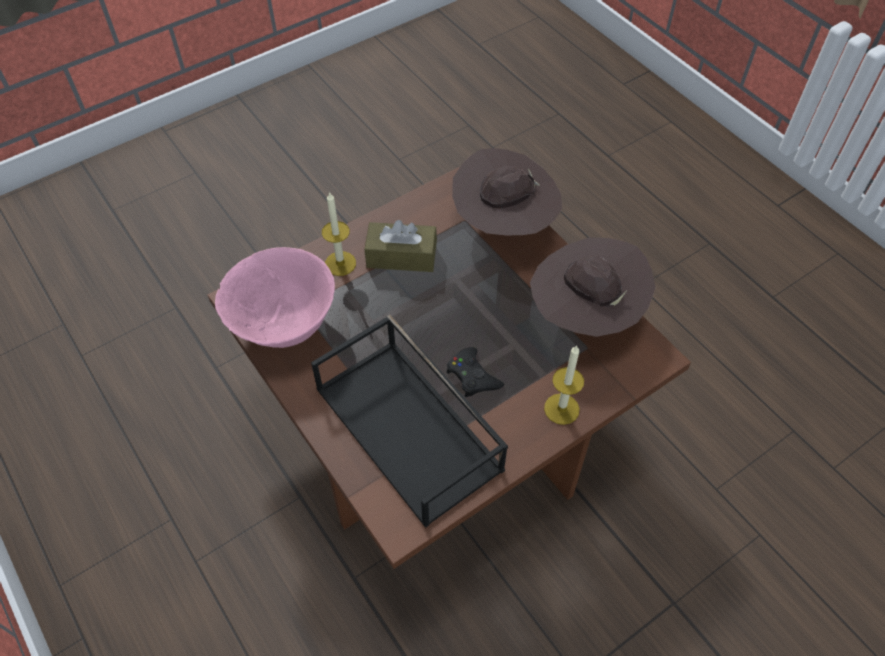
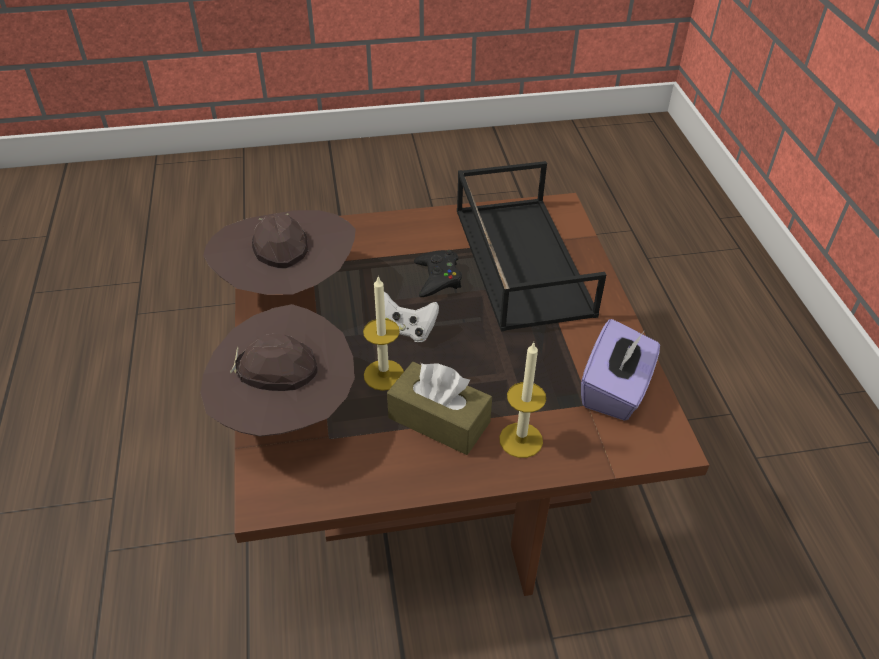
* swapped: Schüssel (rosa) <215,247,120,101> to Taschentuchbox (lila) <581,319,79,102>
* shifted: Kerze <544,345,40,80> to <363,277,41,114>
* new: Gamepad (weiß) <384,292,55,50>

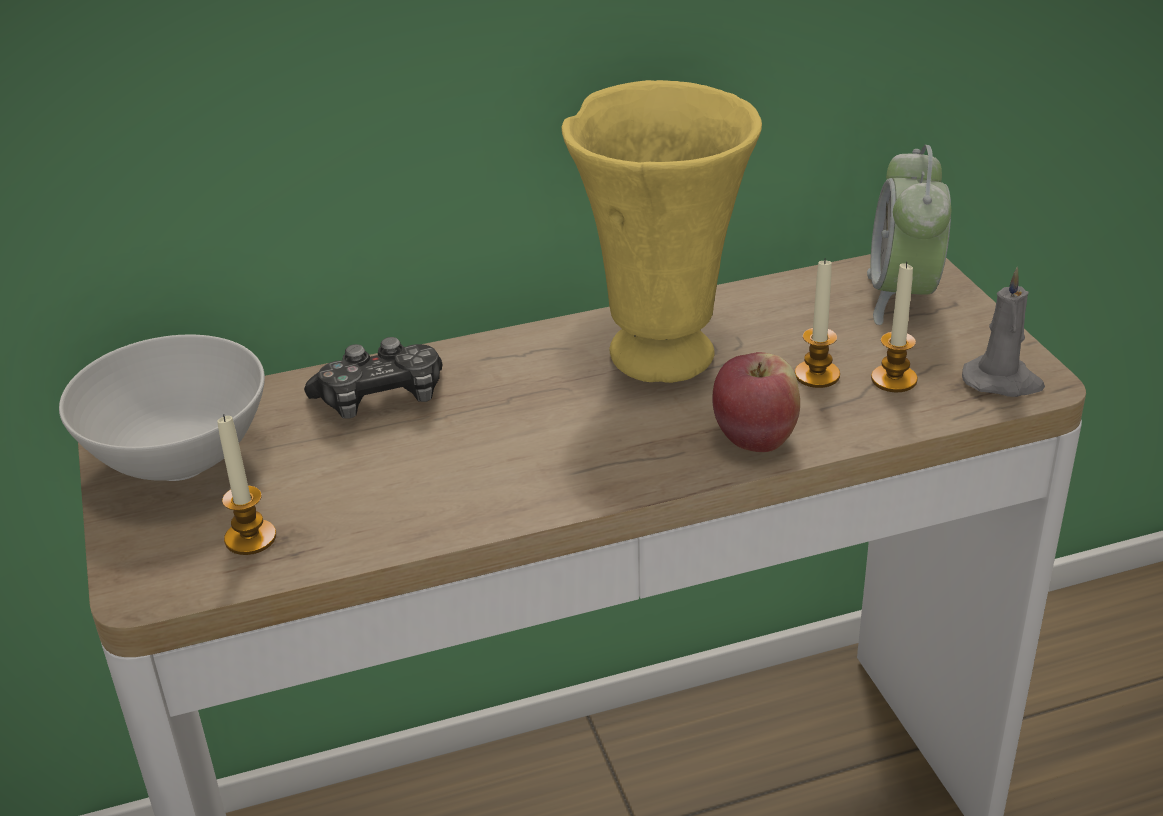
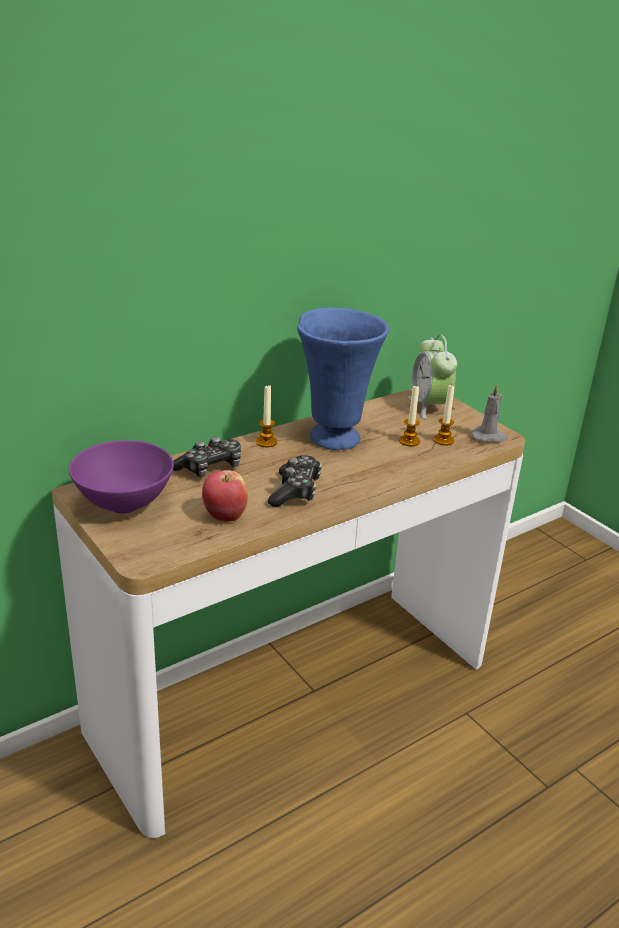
* repainted: Schüssel (weiß) <59,335,206,146> to Schüssel (lila) <69,440,105,74>
* shifted: Kerze <217,414,59,141> to <256,385,21,62>
* repainted: Vase (gelb) <562,80,200,303> to Vase (blau) <297,308,92,142>
* shifted: Apfel <712,352,88,100> to <202,470,46,52>
* new: Gamepad <268,455,54,52>

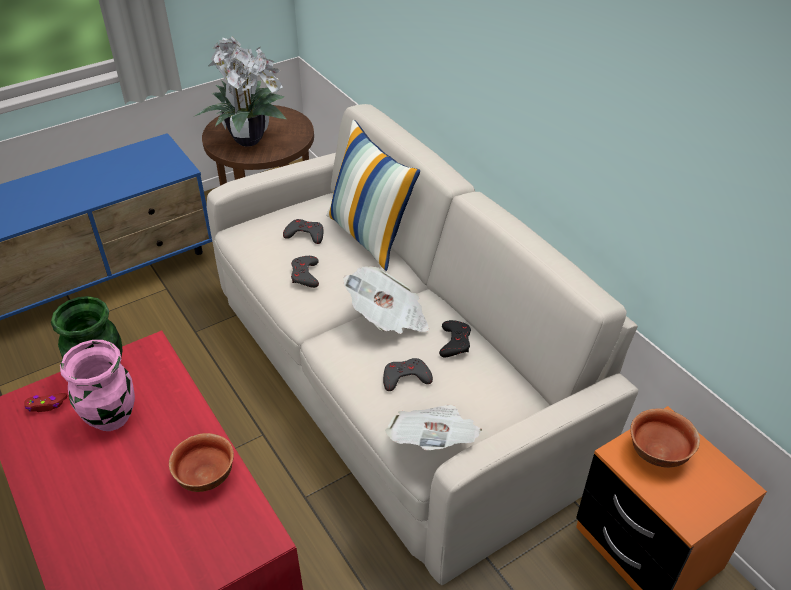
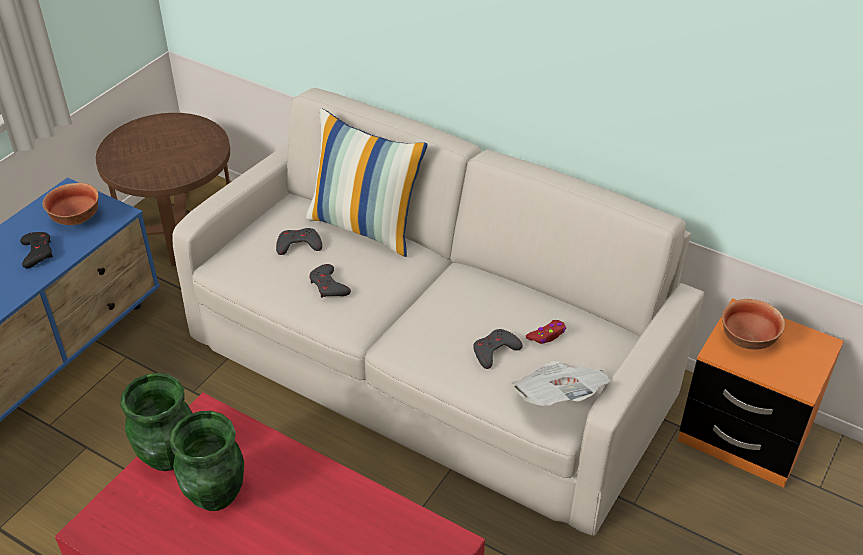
* shifted: Gamepad (rot) <24,393,43,19> to <526,320,40,24>
* repainted: Vase (rosa) <60,340,75,91> to Vase (grün) <169,411,75,100>
* shifted: Schüssel <169,433,65,59> to <42,183,57,42>
* gone: Topfpflanze <195,37,91,110>
* gone: Zeitung <343,266,86,68>
* shifted: Gamepad (schwarz) <439,320,32,37> to <20,232,33,36>

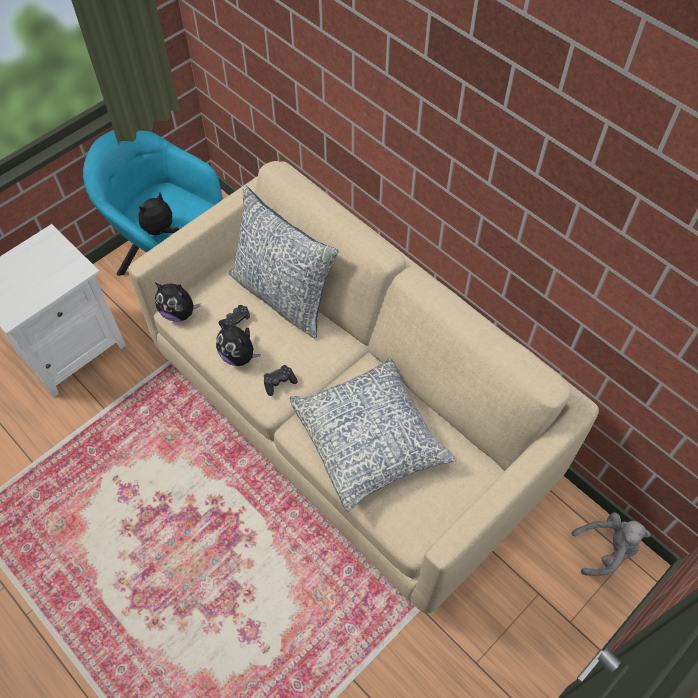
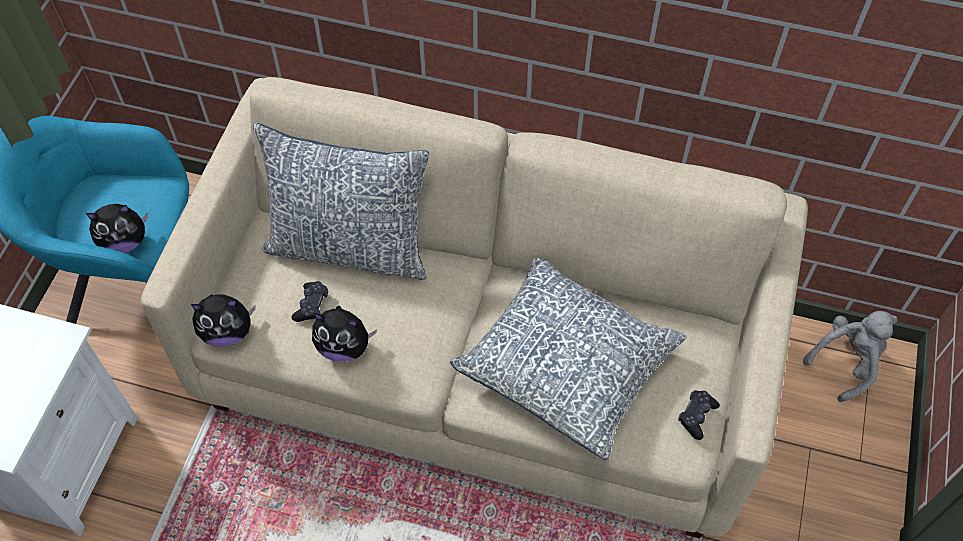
* rotated: Plüschtier <138,193,41,42> = <86,204,62,49> 120 degrees counterclockwise
* shifted: Gamepad (schwarz) <264,365,34,31> to <678,390,42,50>

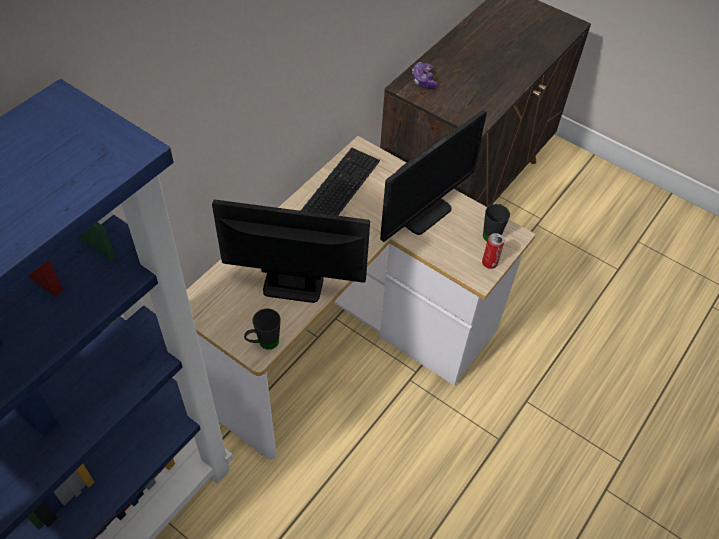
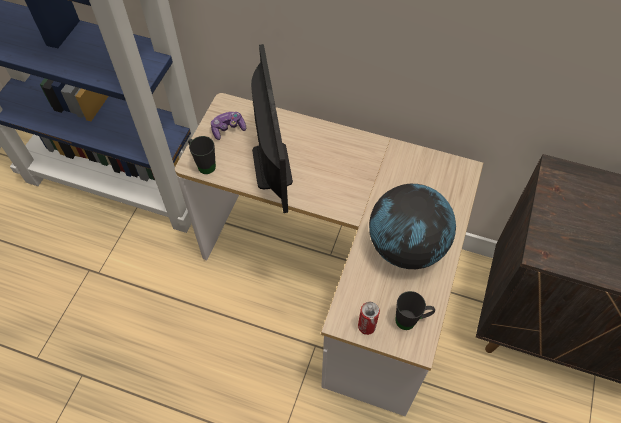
* gone: Tastatur <301,148,79,68>
* swapped: Monitor <380,110,107,132> to Globus <369,184,87,85>
* shifted: Gamepad <412,62,26,27> to <211,112,35,28>

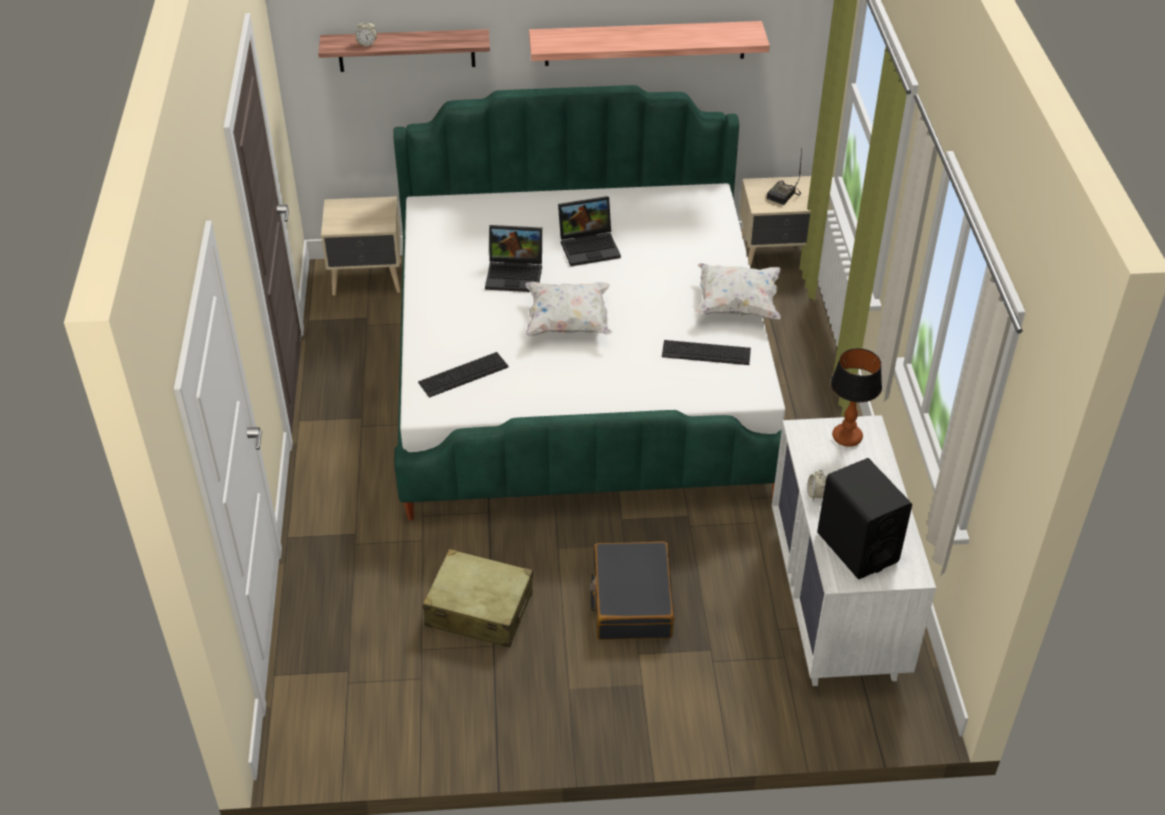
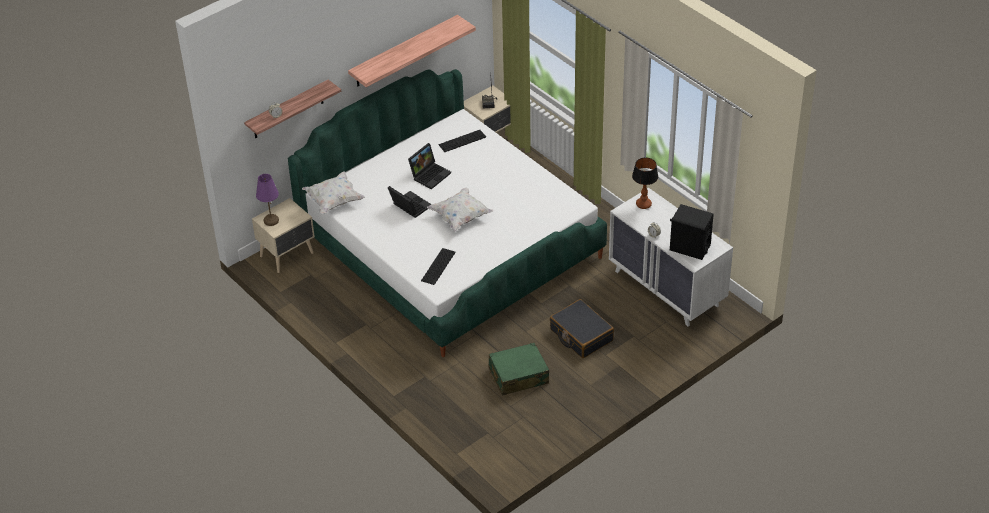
* repainted: Koffer (beige) <423,549,110,99> to Koffer (grün) <489,343,60,52>
* rotated: Laptop <485,225,57,67> = <388,186,44,32> 105 degrees counterclockwise
* shifted: Tastatur <662,340,89,25> to <439,130,47,22>
* shifted: Kissen (weiß) <694,263,87,57> to <302,171,63,43>
* new: Tischlampe (lila) <256,174,23,52>

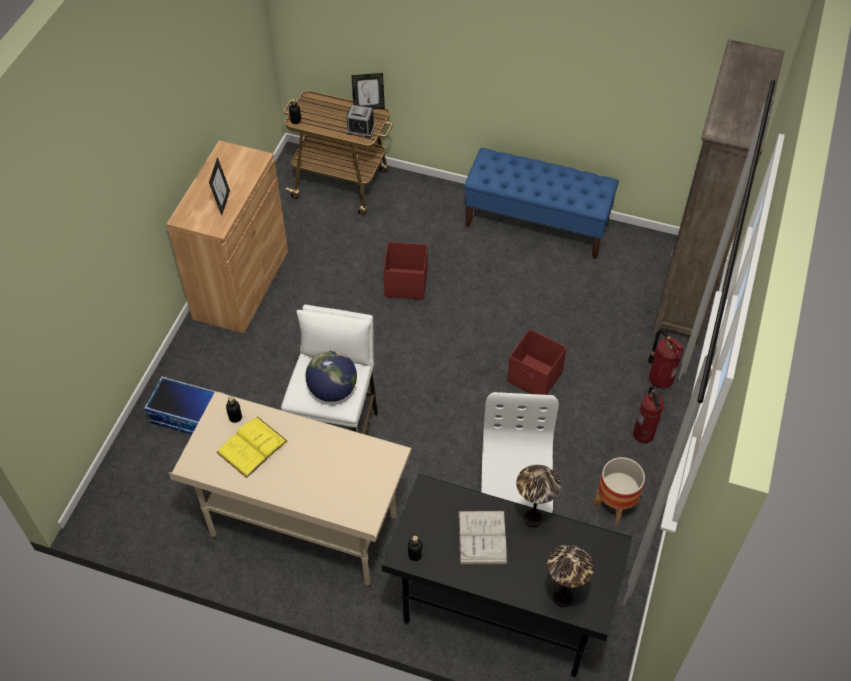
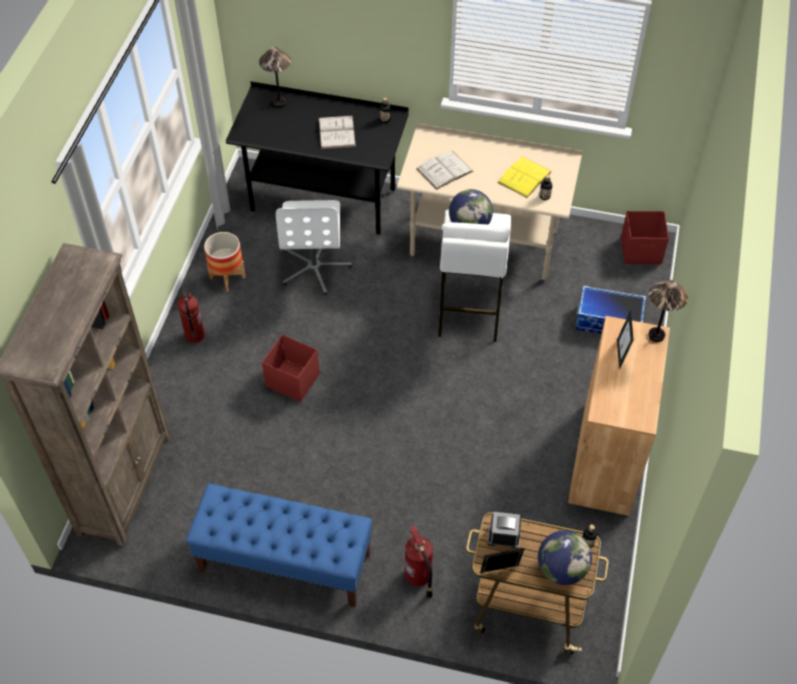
* shifted: Aufbewahrungsbox (rot) <383,242,45,58> to <621,211,48,53>
* shifted: Tischlampe <516,465,45,63> to <648,280,40,62>
* shifted: Feuerlöscher <648,329,35,59> to <405,525,28,73>
* new: Buch (weiß) <416,151,57,39>
* new: Globus <538,530,54,55>

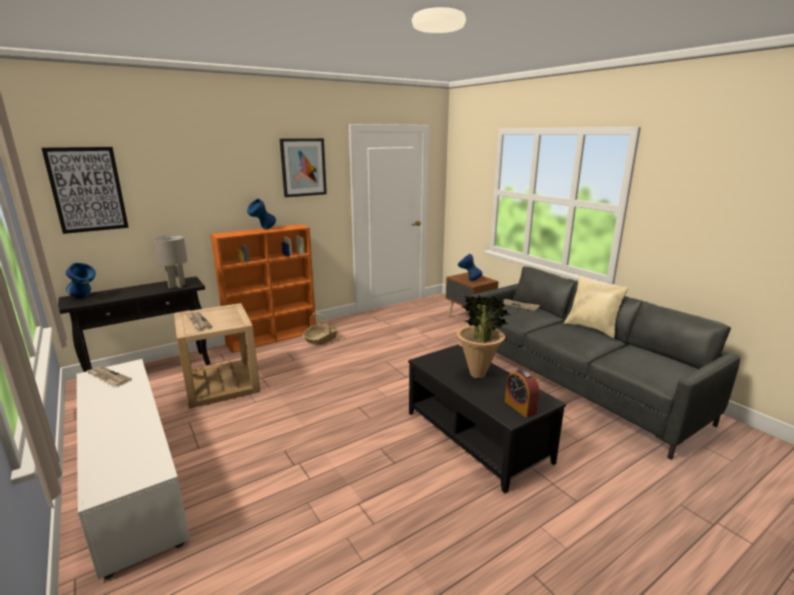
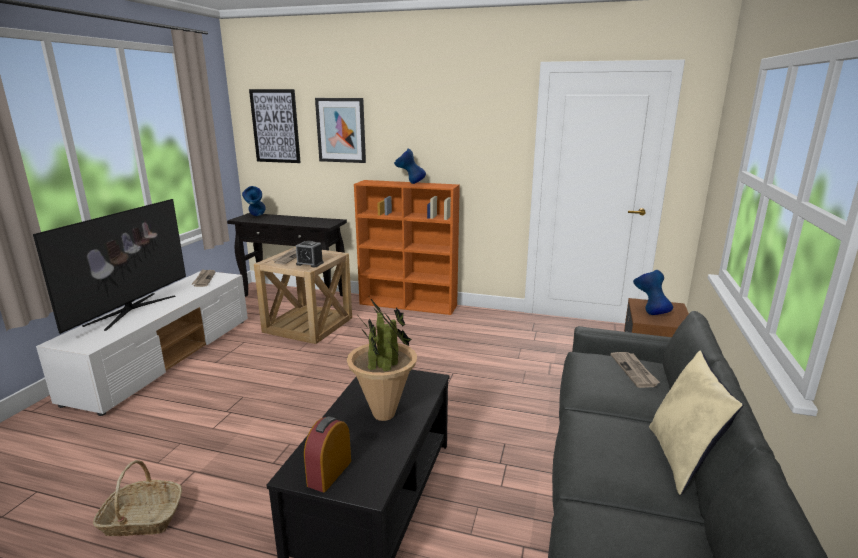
* gone: Tischlampe (grau) <154,235,34,53>
* shifted: Bild <280,138,47,59> to <315,98,51,65>
* shifted: Korb <302,313,36,33> to <93,460,89,76>
* new: Fernseher <33,199,153,135>
* new: Wecker <296,241,28,26>

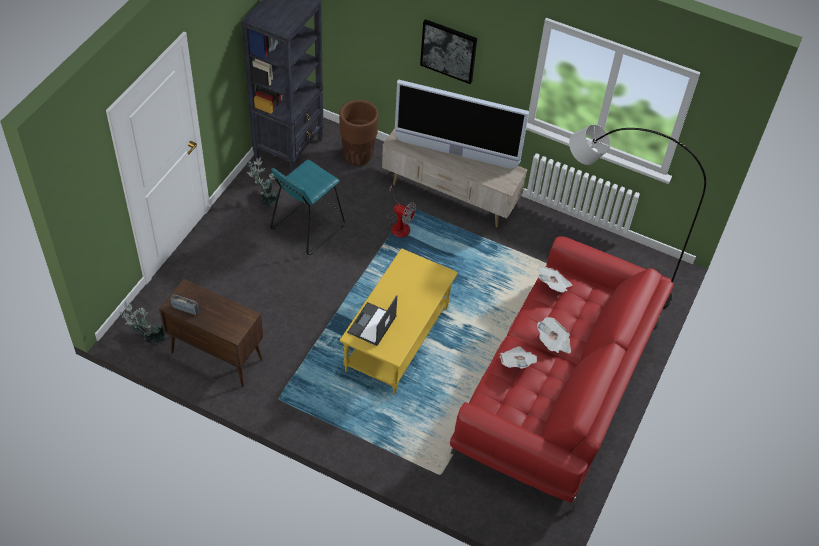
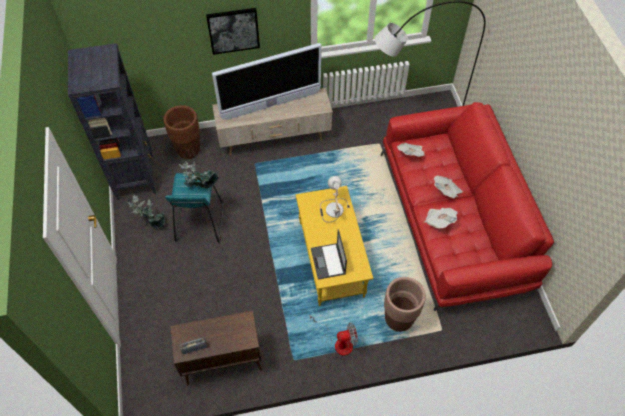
* shifted: Topfpflanze <119,302,46,42> to <179,161,40,28>
* shifted: Ventilator <387,185,29,52> to <310,316,48,40>
* new: Tischlampe <320,176,30,46>
* new: Pflanzkübel (braun) <384,277,42,55>

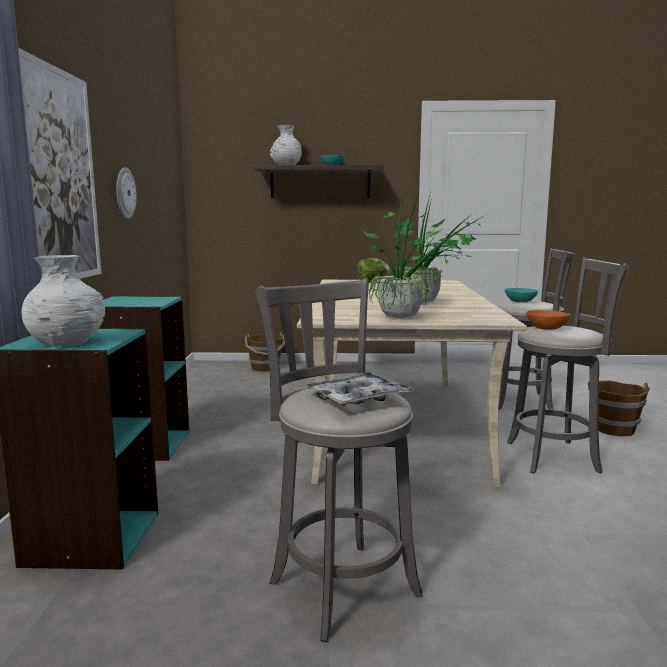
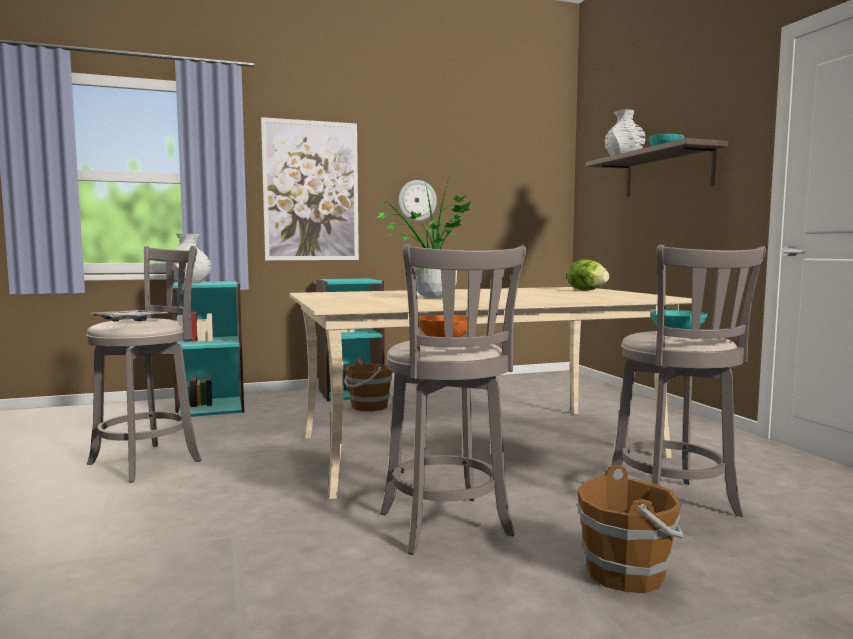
* shifted: Eimer (braun) <245,332,40,40> to <344,358,49,53>
* gone: Topfpflanze <362,188,127,130>

